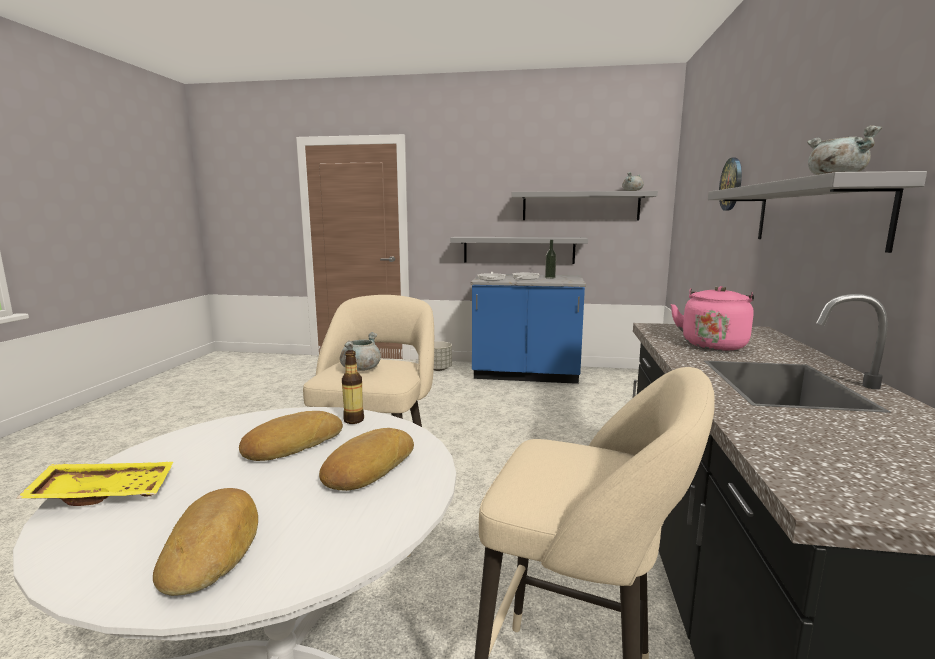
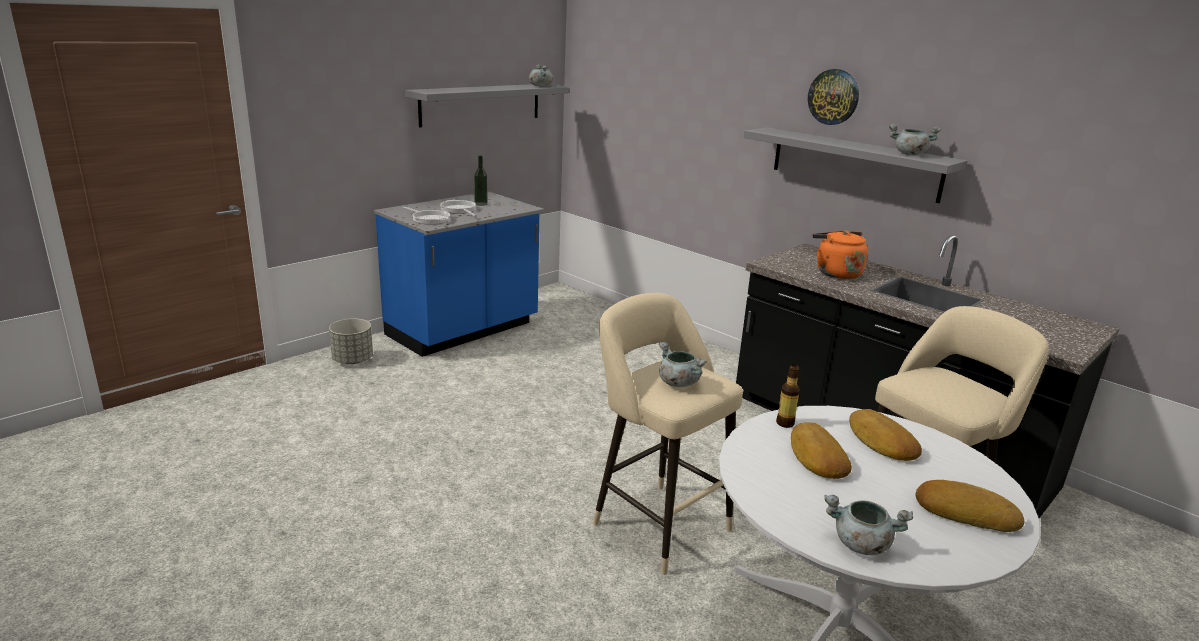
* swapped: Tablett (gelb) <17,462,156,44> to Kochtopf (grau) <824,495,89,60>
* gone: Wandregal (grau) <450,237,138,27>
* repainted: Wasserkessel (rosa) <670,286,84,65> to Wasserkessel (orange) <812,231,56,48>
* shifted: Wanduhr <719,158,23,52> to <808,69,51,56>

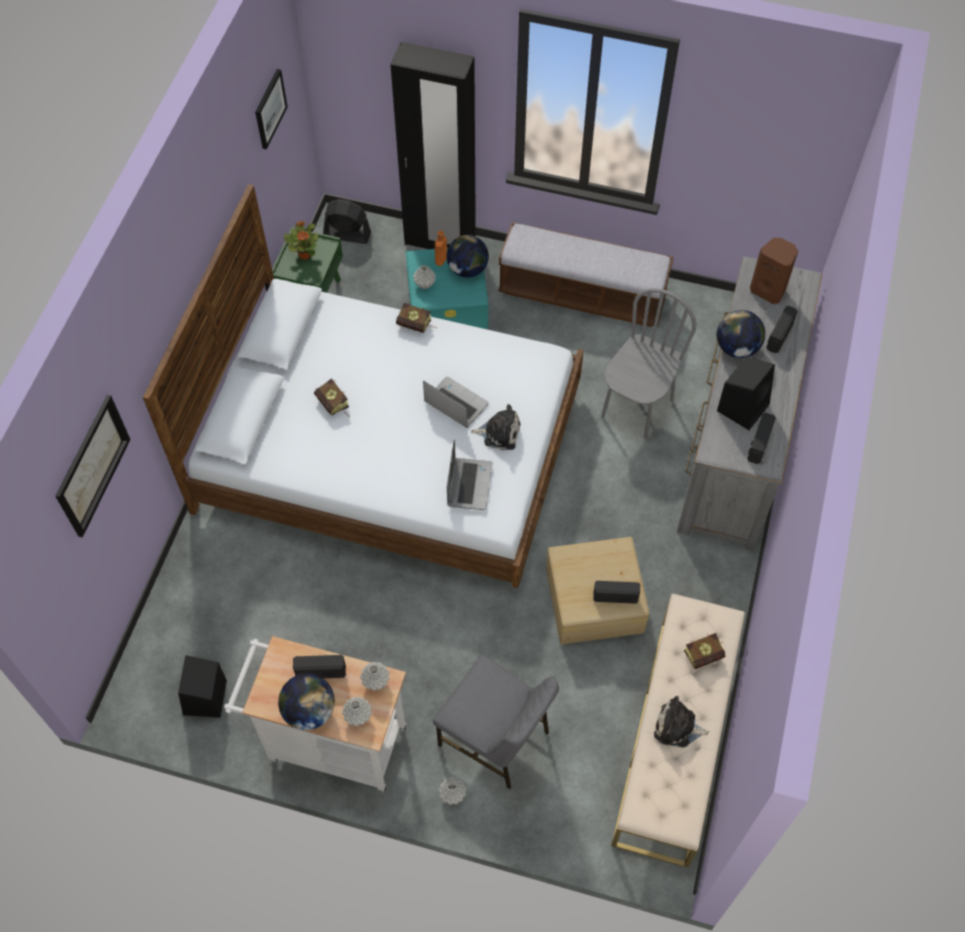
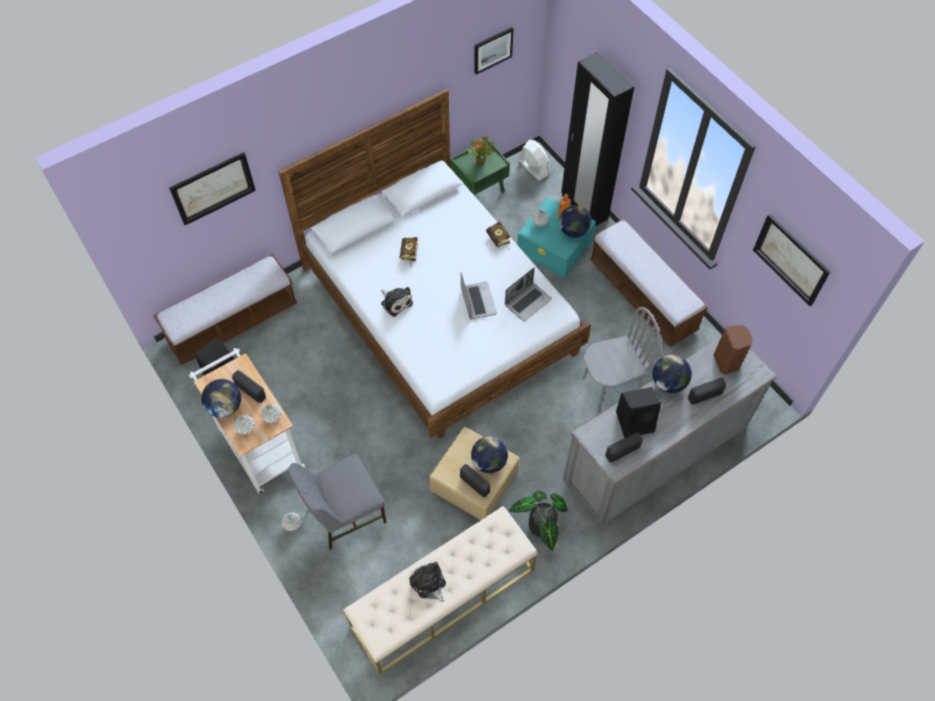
* repainted: Ventilator (schwarz) <323,199,48,45> to Ventilator (weiß) <518,140,31,40>
* rotated: Stuhl (grau) <433,655,126,134> = <288,453,99,97> 75 degrees clockwise
* shifted: Laptop <447,439,46,71> to <505,267,47,55>
* shifted: Plüschtier <471,404,50,46> to <381,287,32,30>
* gone: Buch <684,633,41,36>
* new: Bank <153,254,144,111>
* new: Globus <471,436,37,37>
* new: Topfpflanze <509,491,59,60>
* new: Bild <753,214,78,92>

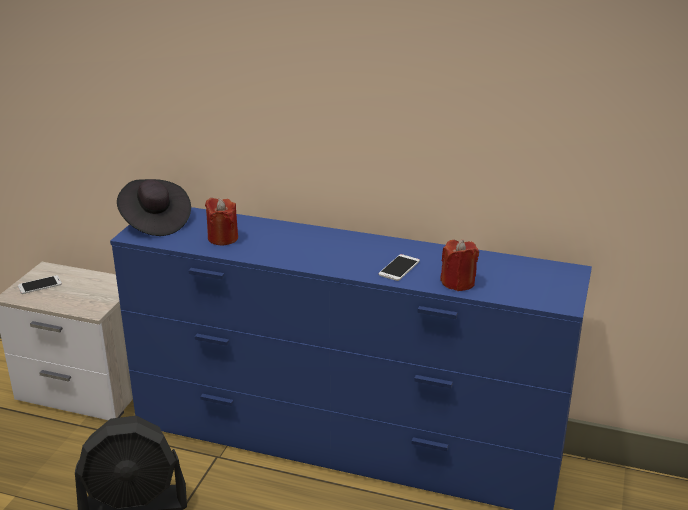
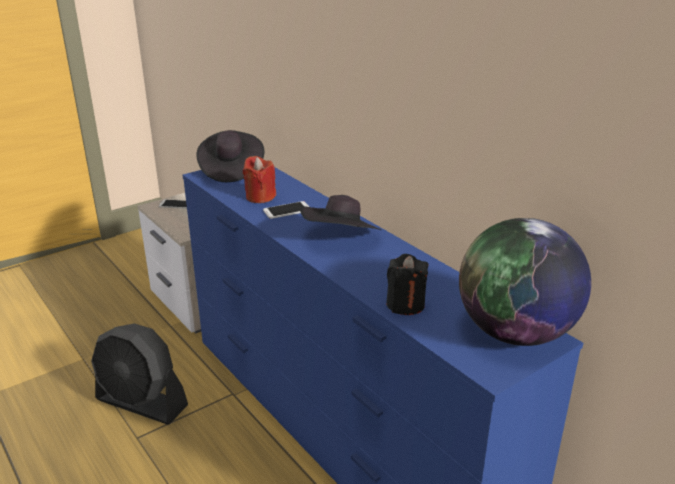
* shifted: Handy <379,254,41,27> to <263,201,46,18>
* repainted: Kerze (rot) <440,239,39,52> to Kerze (schwarz) <386,254,42,61>
* new: Hut (schwarz) <300,195,81,35>
* new: Globus <459,218,132,128>

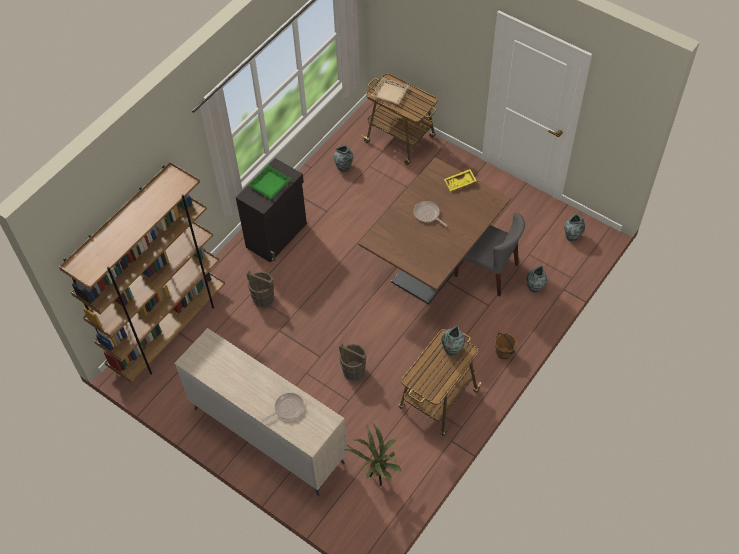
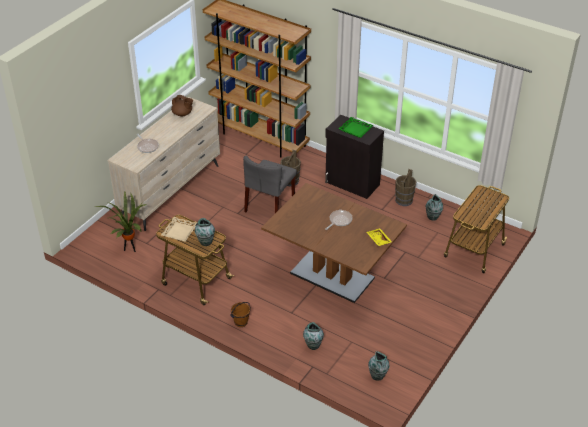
* shifted: Eimer (braun) <339,343,27,38> to <395,169,21,37>
* shifted: Tablett (beige) <371,77,39,27> to <161,217,36,25>
* shifted: Stuhl (grau) <454,213,71,83> to <243,156,54,57>
* new: Teekanne (braun) <171,95,22,21>

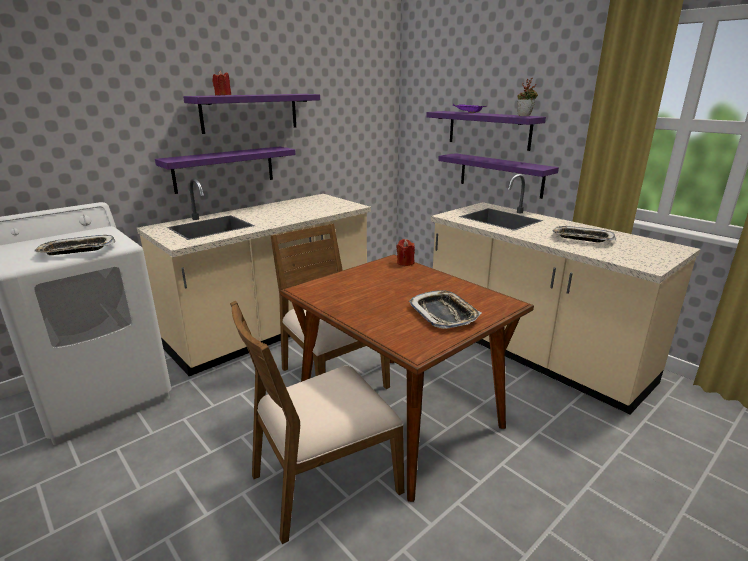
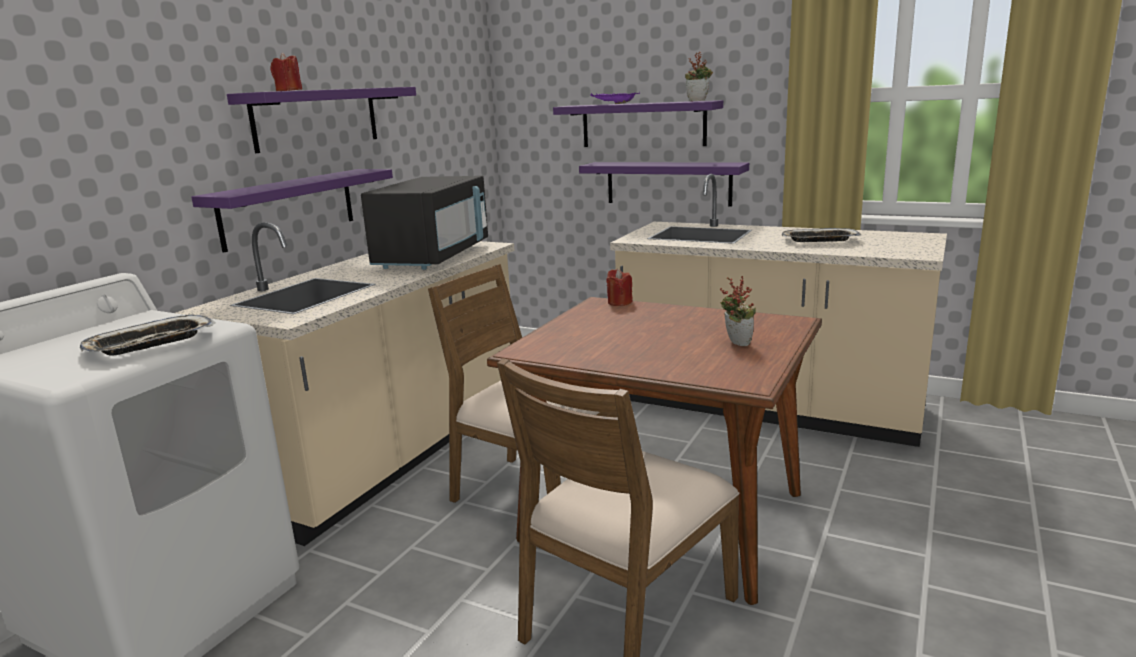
* swapped: Tablett <409,290,72,39> to Topfpflanze <720,276,36,70>
* new: Mikrowelle (schwarz) <361,176,127,94>

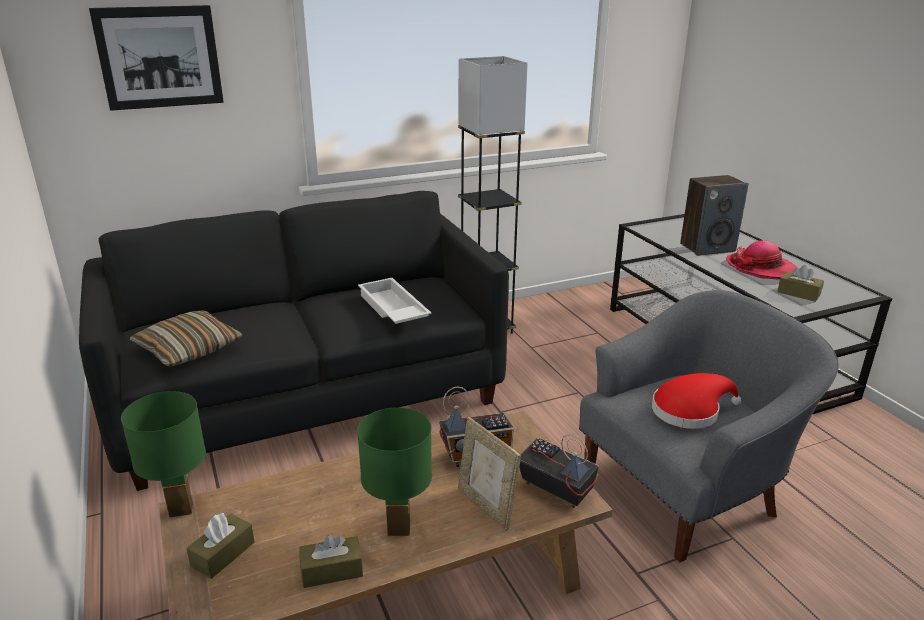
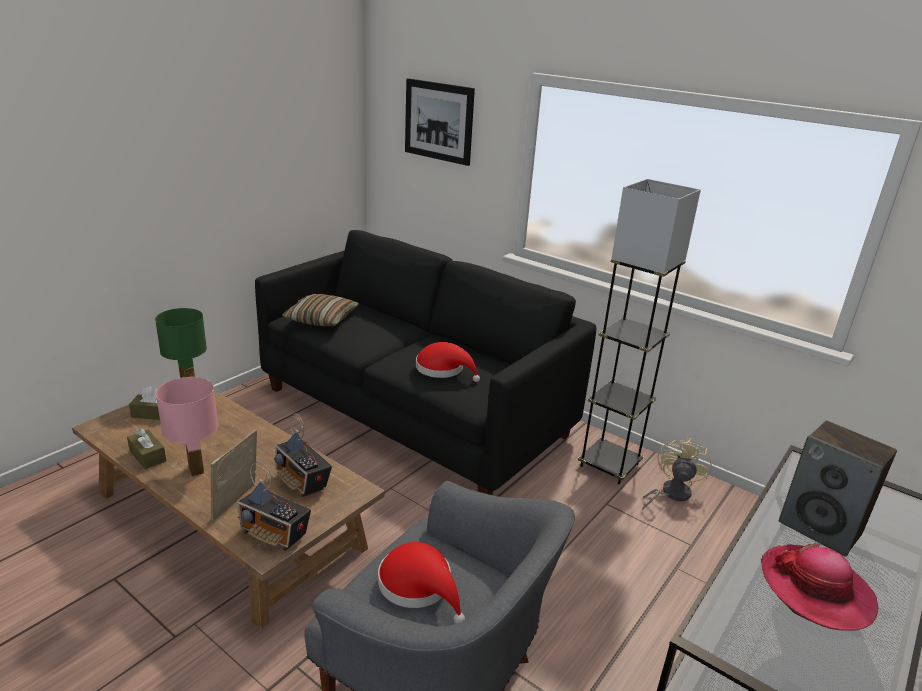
* repainted: Tischlampe (grün) <357,407,75,129> to Tischlampe (rosa) <156,377,62,99>
* swapped: Tablett (weiß) <358,278,74,46> to Hut (rot) <416,342,64,40>
* rotated: Radio <519,434,80,74> = <237,462,74,89> 105 degrees clockwise
* gone: Taschentuchbox (braun) <777,265,47,37>
* new: Ventilator (beige) <642,438,70,73>

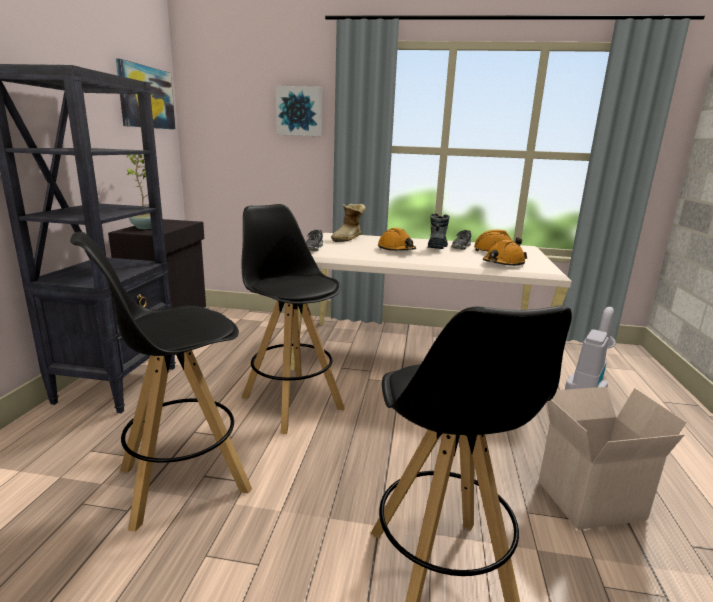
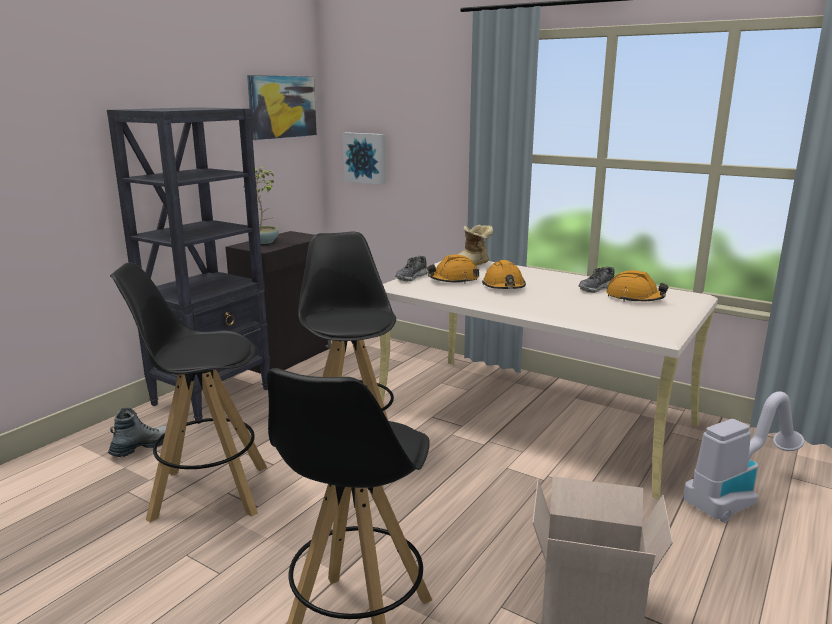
* shifted: Bild <276,86,46,50> to <343,132,43,53>
* shifted: Stiefel <428,213,22,36> to <108,407,59,50>
* shifted: Schutzhelm (orange) <483,240,44,26> to <427,255,52,29>

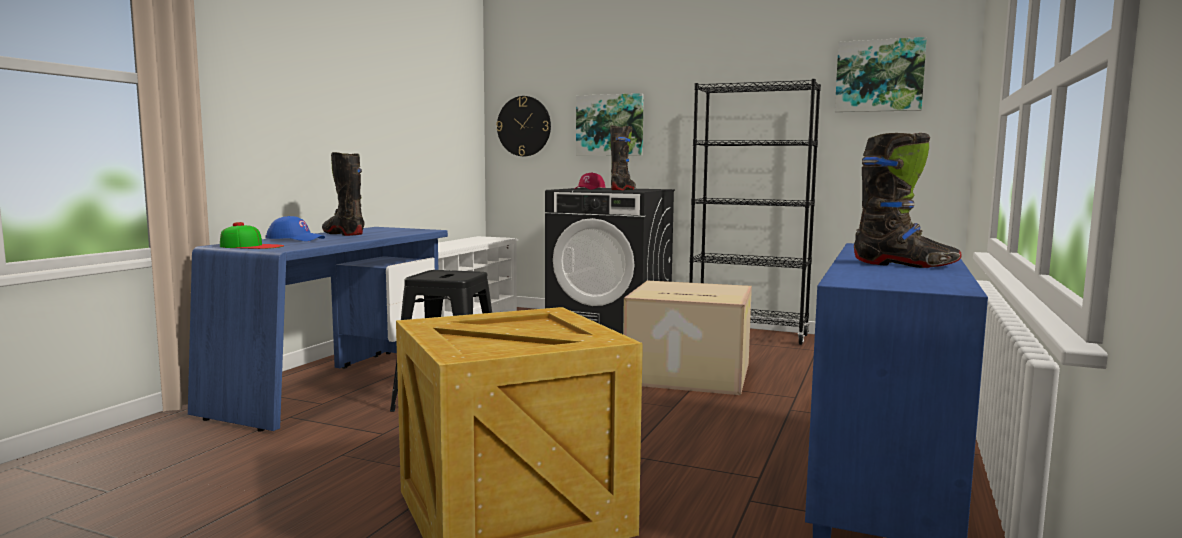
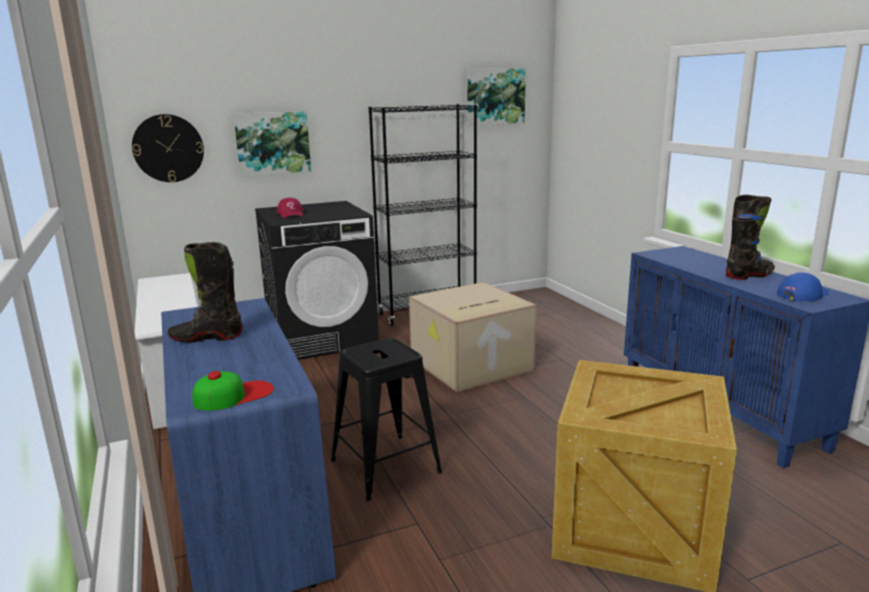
* shifted: Kappe (blau) <265,216,60,25> to <777,272,52,30>
* gone: Stiefel (schwarz) <610,125,26,65>

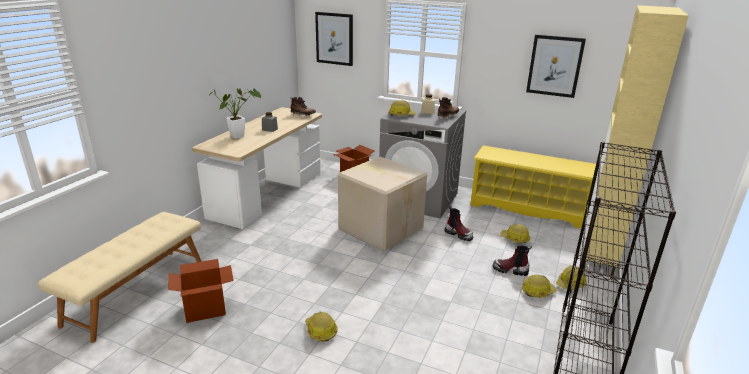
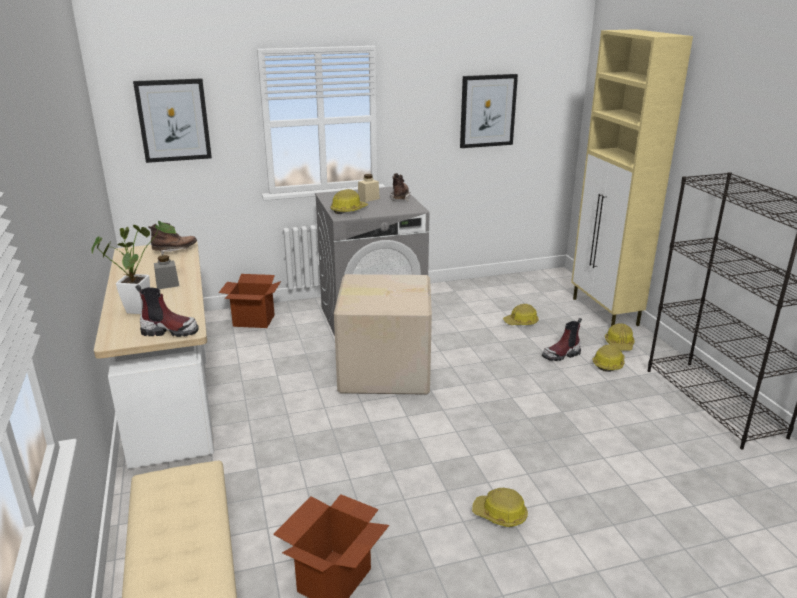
* shifted: Stiefel <445,205,28,36> to <135,285,64,52>
* gone: Schuhregal (gelb) <470,146,128,82>

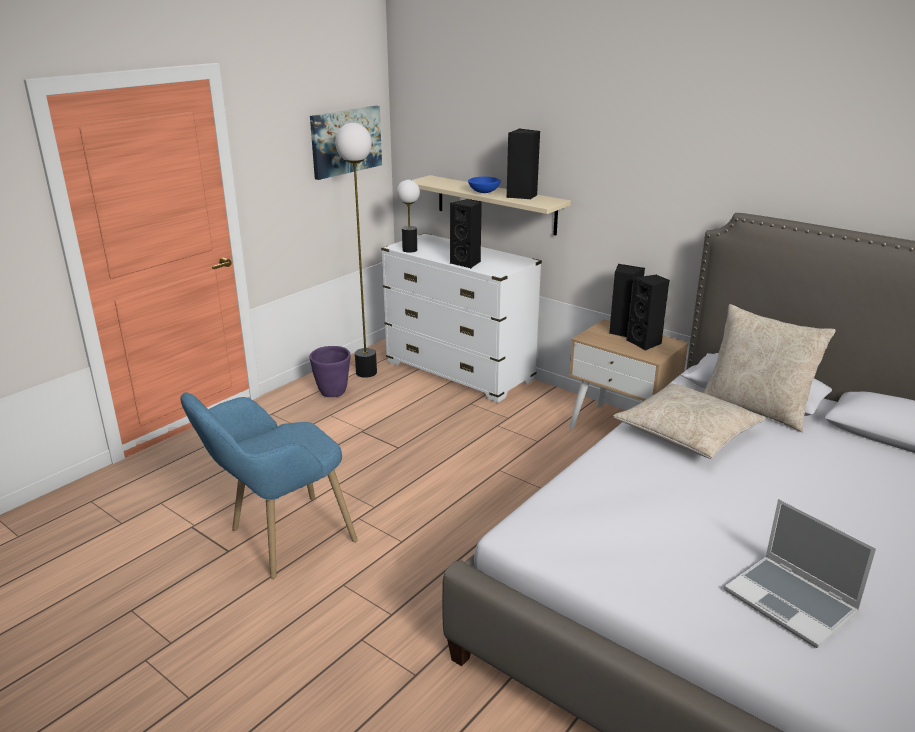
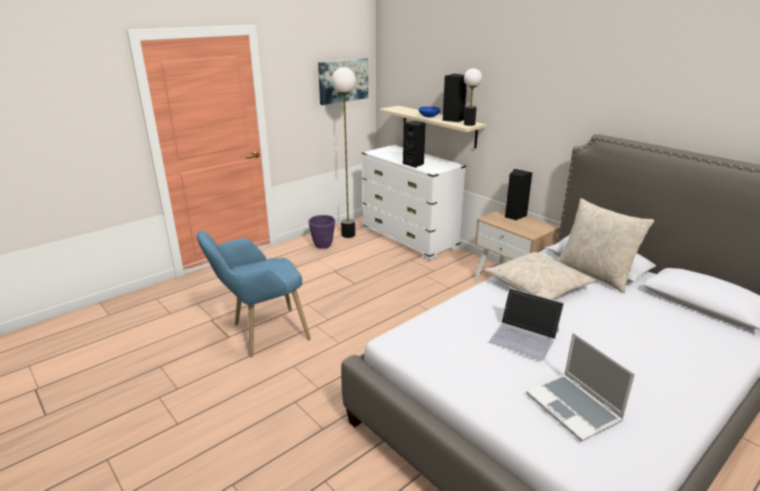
* shifted: Tischlampe <397,180,23,73> to <464,68,18,58>
* gone: Lautsprecher (schwarz) <626,275,43,76>
* new: Laptop <489,288,75,72>

